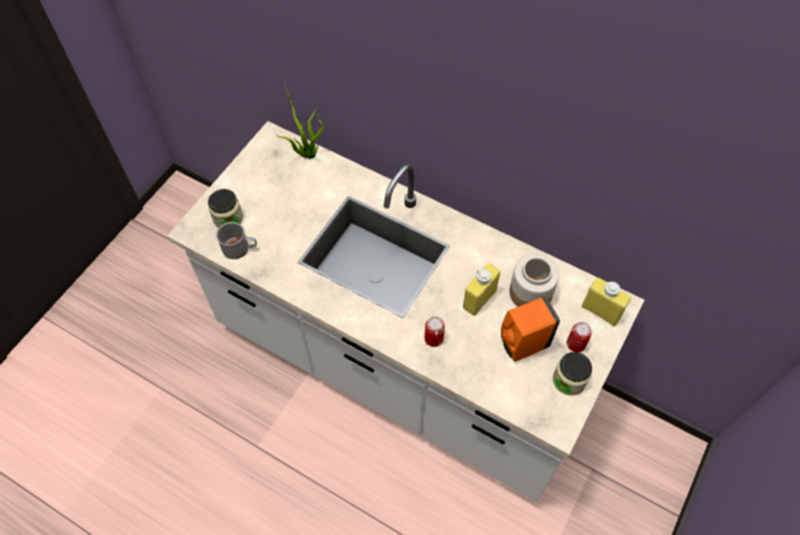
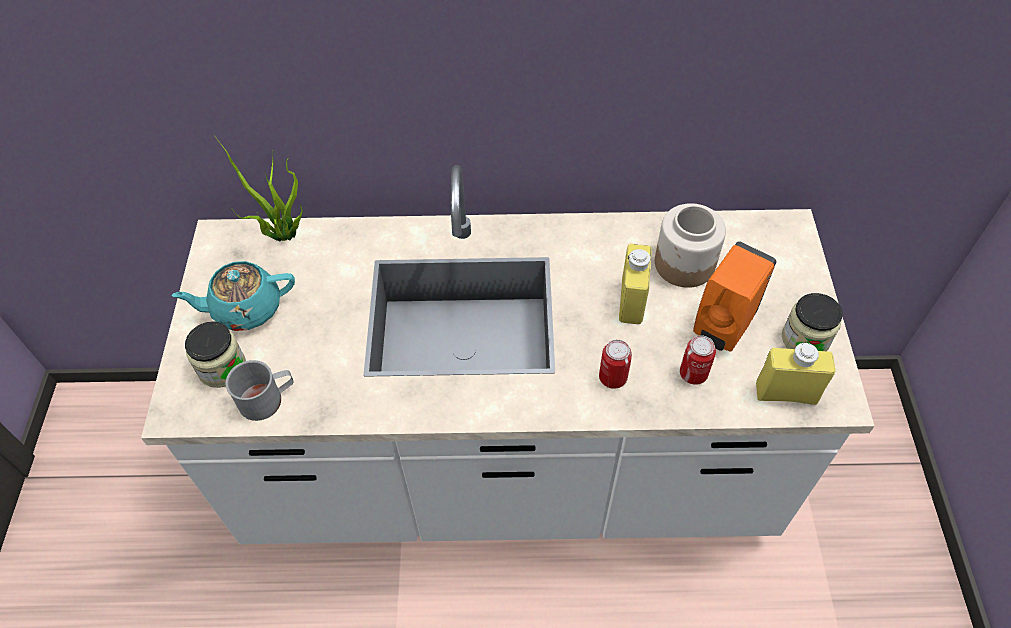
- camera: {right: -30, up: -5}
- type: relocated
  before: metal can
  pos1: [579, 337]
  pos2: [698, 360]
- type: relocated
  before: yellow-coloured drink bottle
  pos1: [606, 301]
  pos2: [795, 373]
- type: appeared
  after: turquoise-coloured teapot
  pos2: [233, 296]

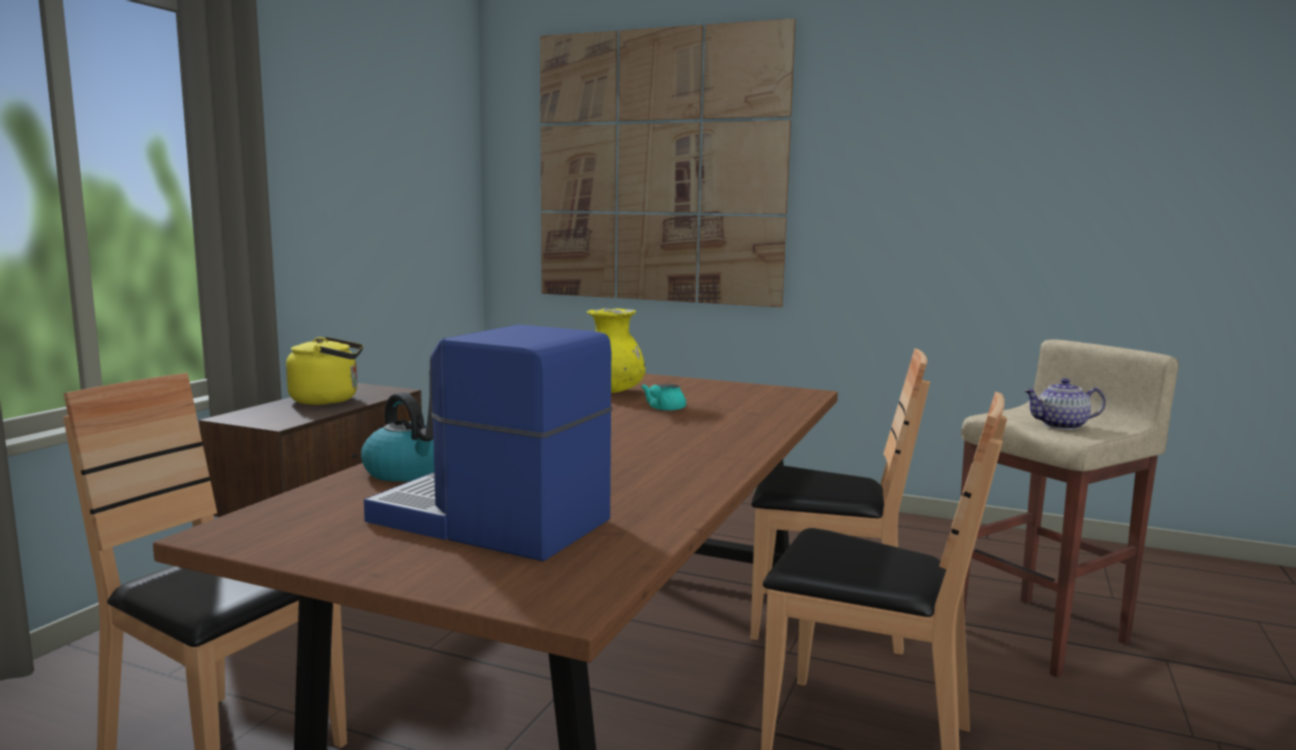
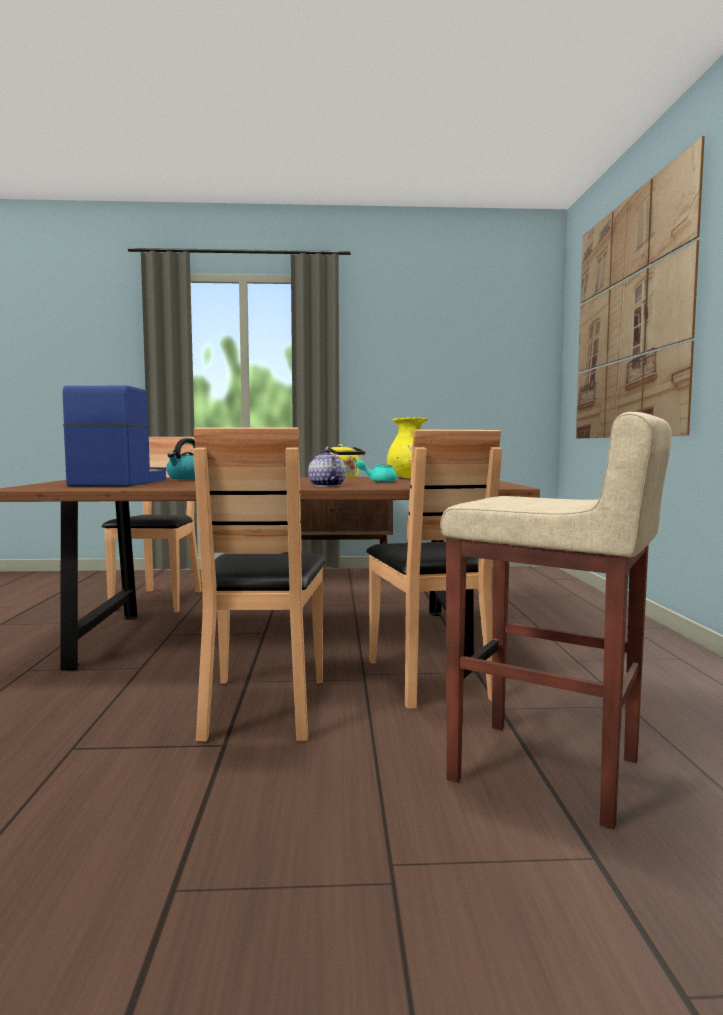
- camera: {right: 65, up: -5}
- type: relocated
  before: teapot
  pos1: [1064, 404]
  pos2: [327, 468]

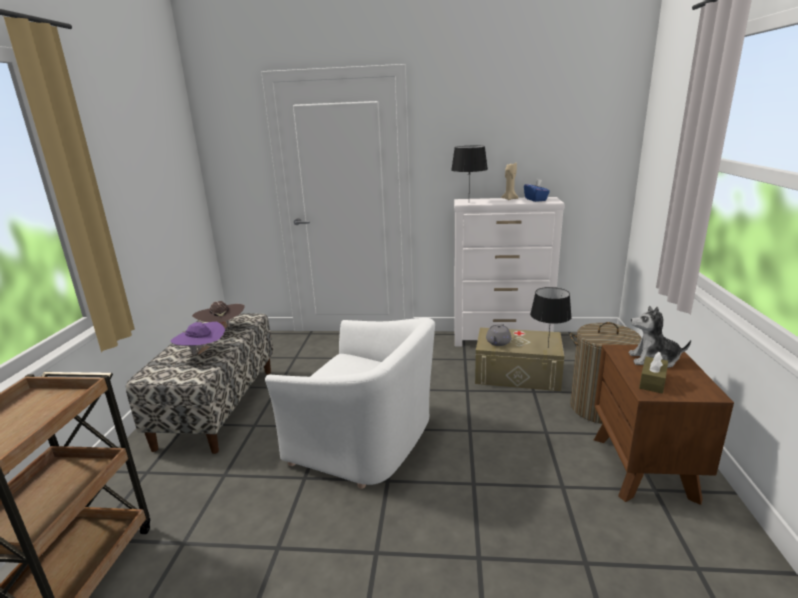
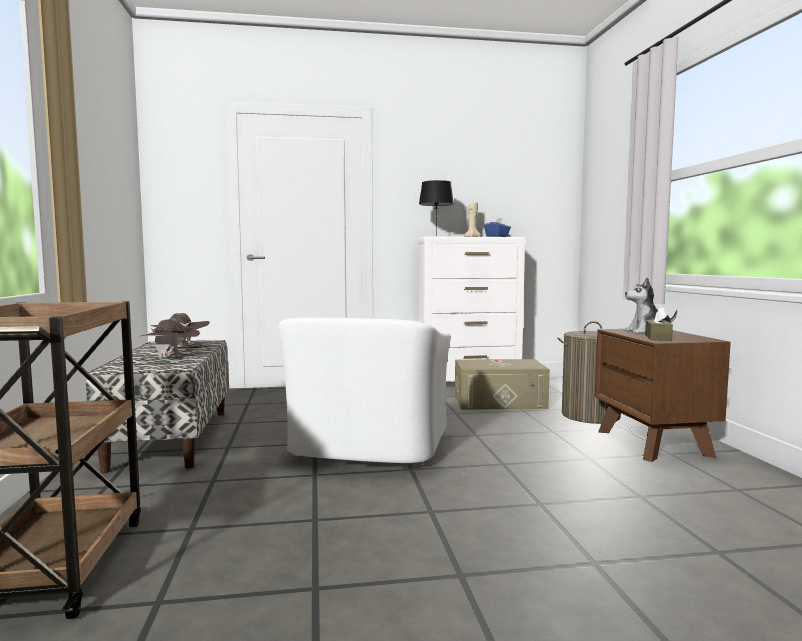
- camera: {right: -15, up: -15}
- type: colour
  before: purplish hat
  after: brownish hat
  pos1: [198, 338]
  pos2: [171, 338]
- type: spun
  before: white-coloured armchair
  pos1: [350, 403]
  pos2: [364, 391]
  turn: 90
- type: missing
  before: gray teapot
  pos1: [498, 335]
- type: missing
  before: black table lamp
  pos1: [551, 316]

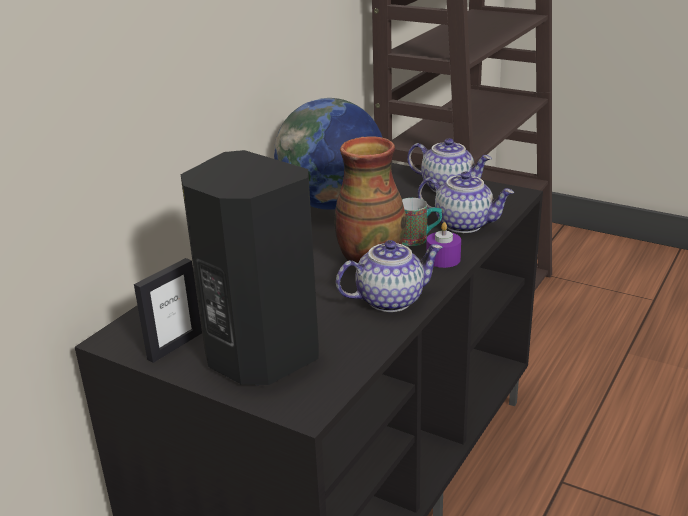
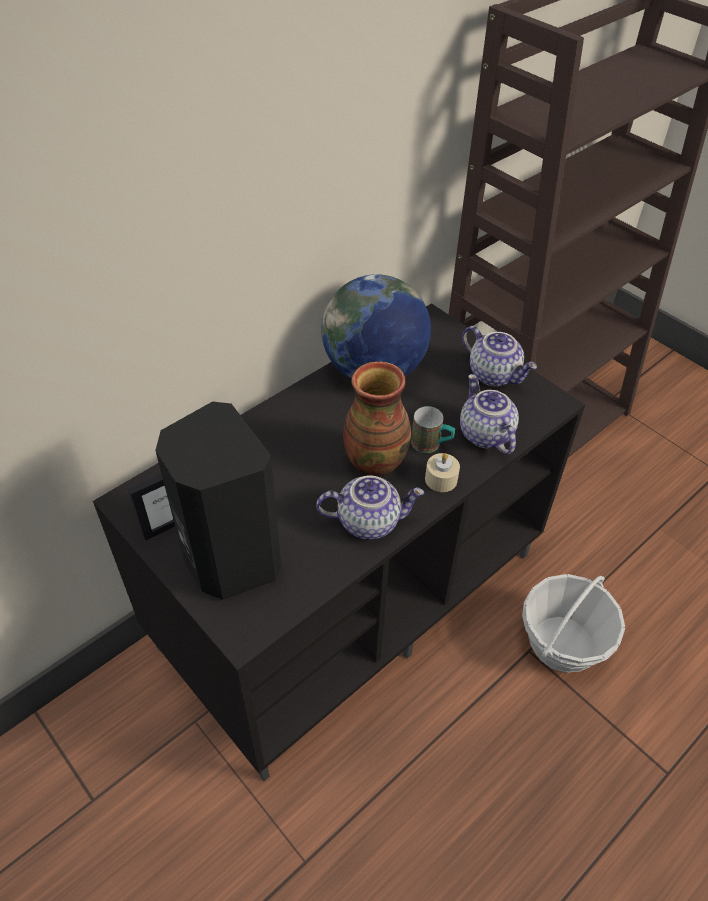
- camera: {right: 15, up: 20}
- type: spun
  before: teapot
  pos1: [466, 202]
  pos2: [489, 414]
  turn: -150
- type: colour
  before: purplish wax candle
  after: beige wax candle
  pos1: [443, 245]
  pos2: [442, 472]
- type: appeared
  after: basket
  pos2: [573, 623]

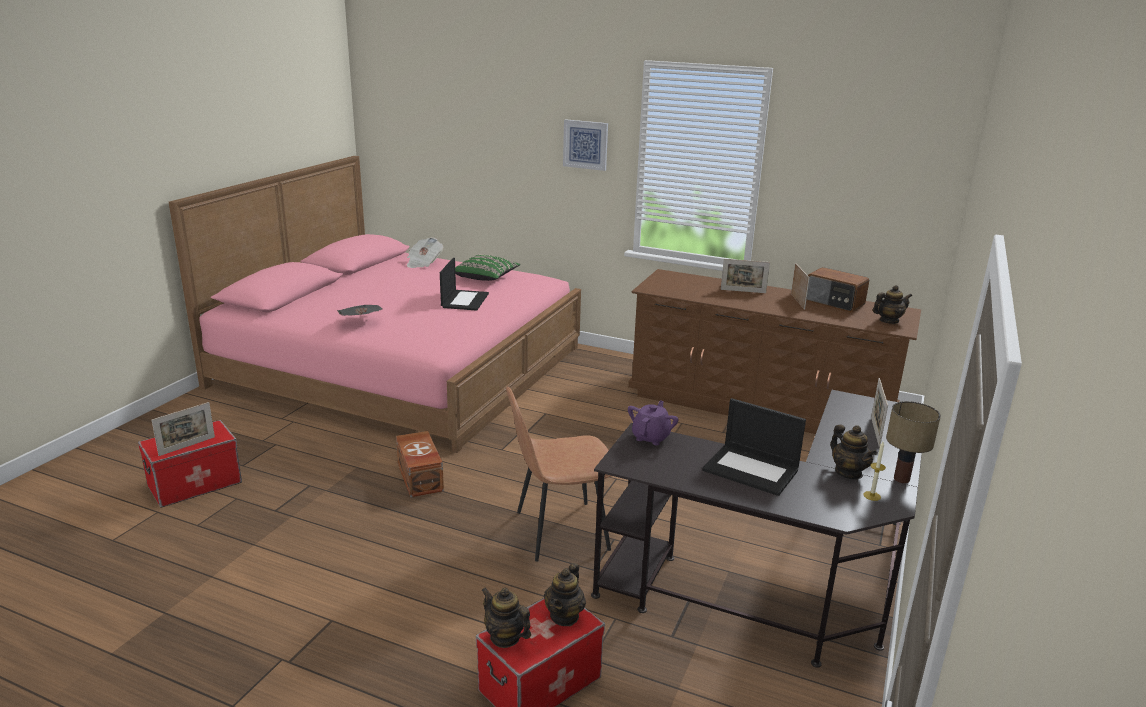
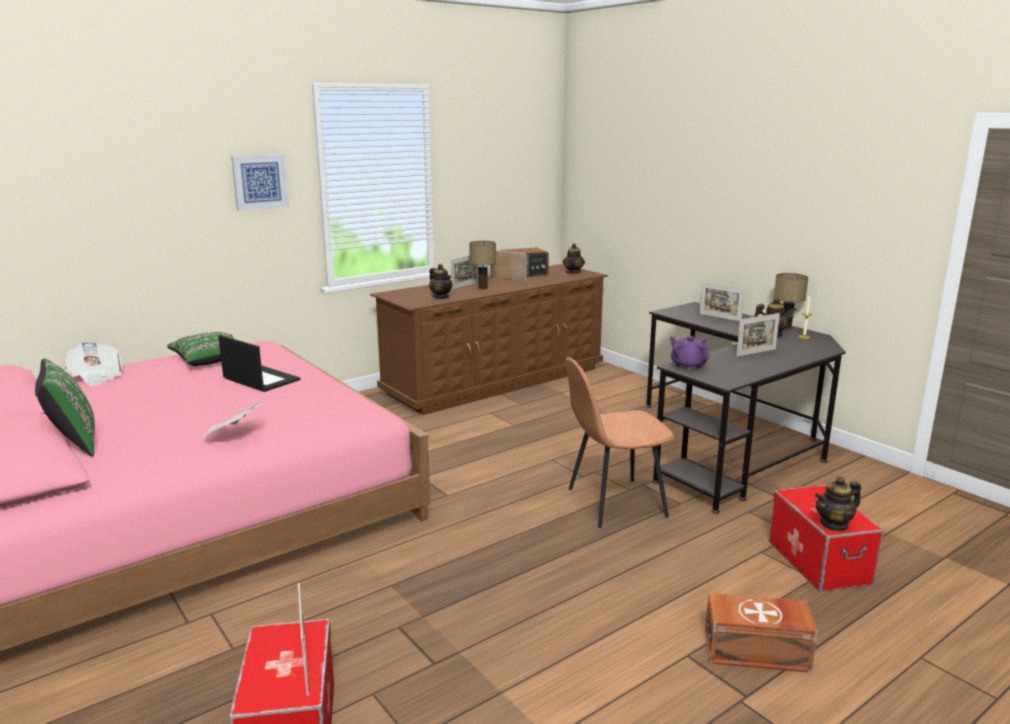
- camera: {right: -60, up: -5}
- type: relocated
  before: brownish storage box
  pos1: [420, 464]
  pos2: [761, 633]
- type: spun
  before: brownish plain chair
  pos1: [558, 473]
  pos2: [619, 442]
  turn: 60
- type: relocated
  before: teapot
  pos1: [565, 594]
  pos2: [441, 281]
- type: exchanged
  before: laptop
  after: standing frame
  pos1: [754, 447]
  pos2: [758, 335]
- type: appeared
  after: green-coloured cushion
  pos2: [65, 407]
- type: appeared
  after: table lamp
  pos2: [482, 265]

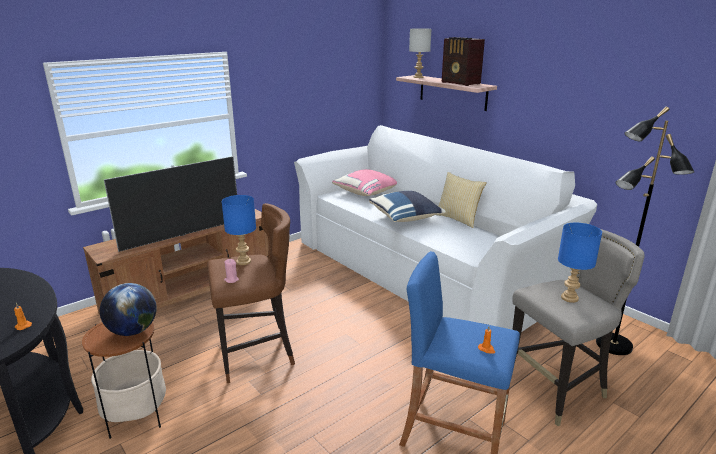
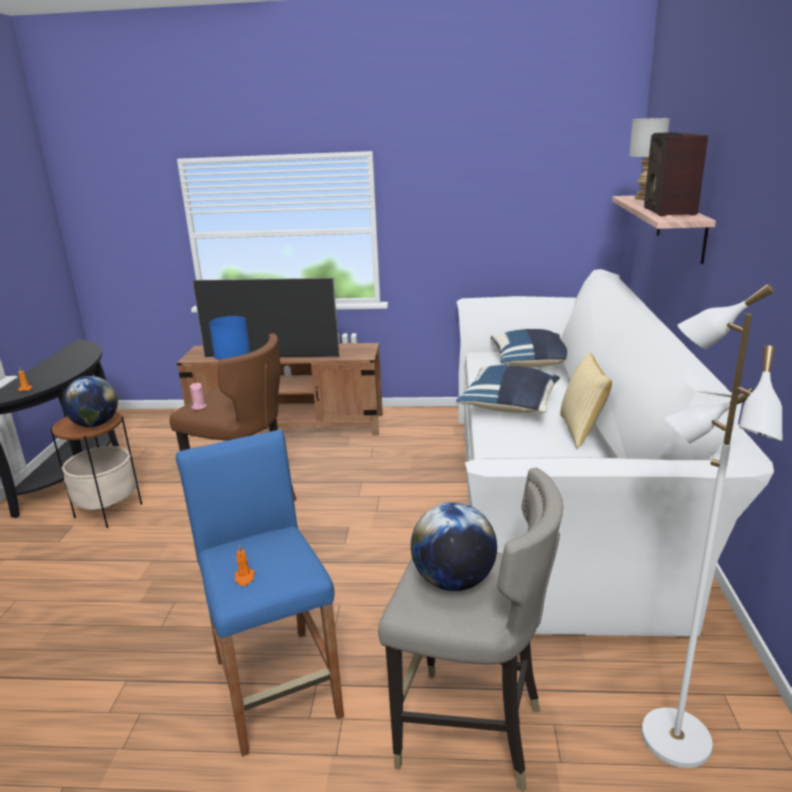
- camera: {right: 45, up: 0}
- type: colour
  before: pink-coloured cushion
  after: blue cushion
  pos1: [364, 182]
  pos2: [528, 348]
- type: exchanged
  before: blue table lamp
  after: world globe
  pos1: [580, 263]
  pos2: [454, 546]
- type: colour
  before: black standing lamp
  after: white-coloured standing lamp
  pos1: [645, 231]
  pos2: [712, 526]

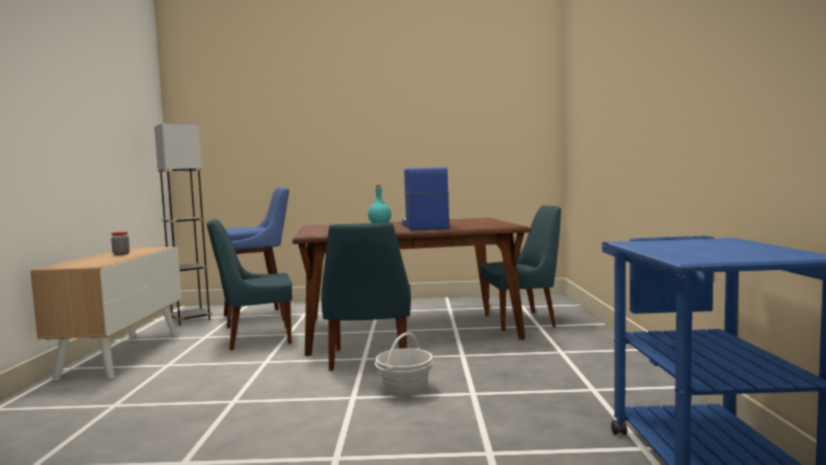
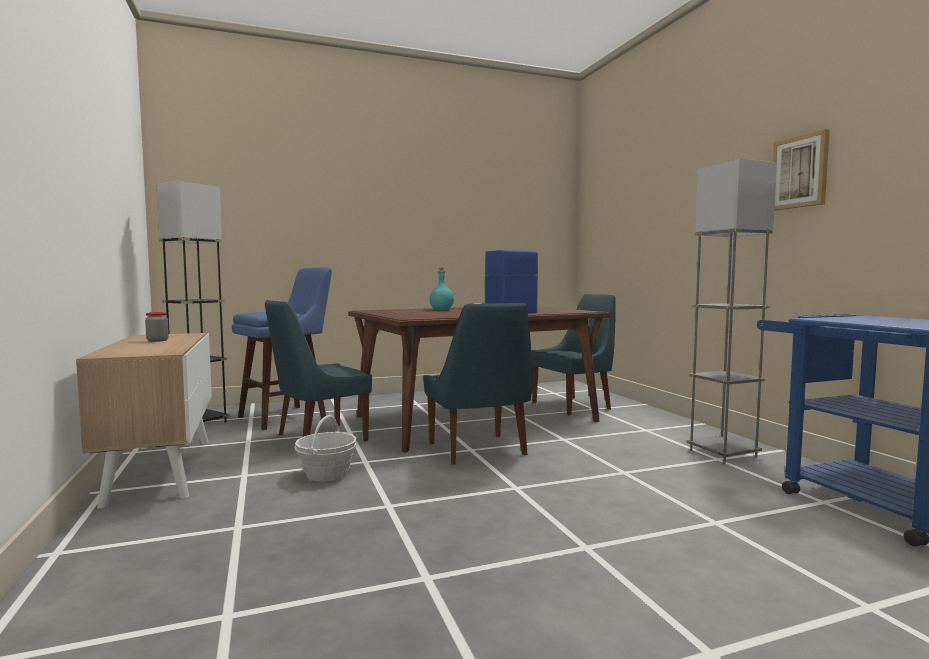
- camera: {right: -20, up: 0}
- type: relocated
  before: basket
  pos1: [404, 364]
  pos2: [326, 448]
- type: appeared
  after: gray standing lamp
  pos2: [732, 311]
- type: appeared
  after: wall art
  pos2: [801, 170]

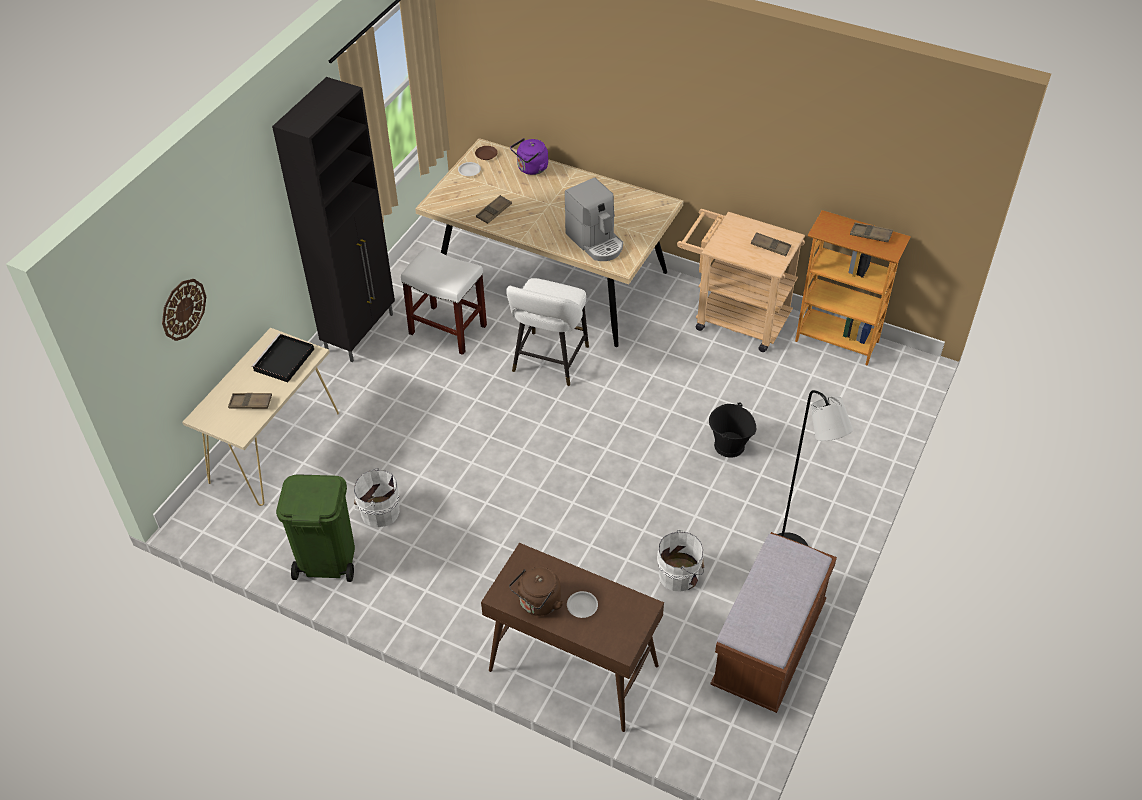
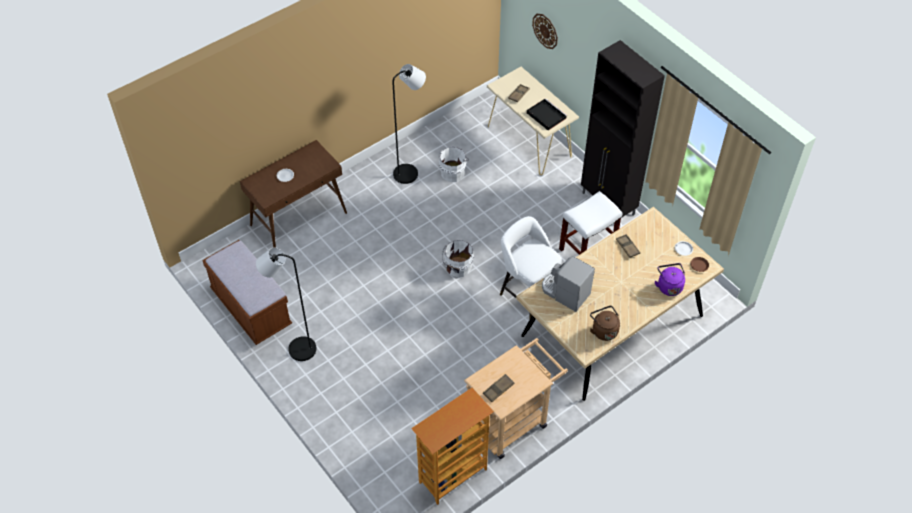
- camera: {right: 115, up: 5}
- type: missing
  before: green-coloured trash can
  pos1: [315, 528]
- type: relocated
  before: brownish water kettle
  pos1: [536, 591]
  pos2: [605, 323]
- type: spun
  before: coffee machine
  pos1: [594, 219]
  pos2: [568, 284]
  turn: 45
- type: relocated
  before: white-coloured water bucket
  pos1: [680, 560]
  pos2: [458, 258]
- type: missing
  before: black water bucket
  pos1: [732, 430]
- type: missing
  before: brownish serving tray
  pos1: [871, 232]
- type: appeared
  after: black standing lamp
  pos2: [409, 124]

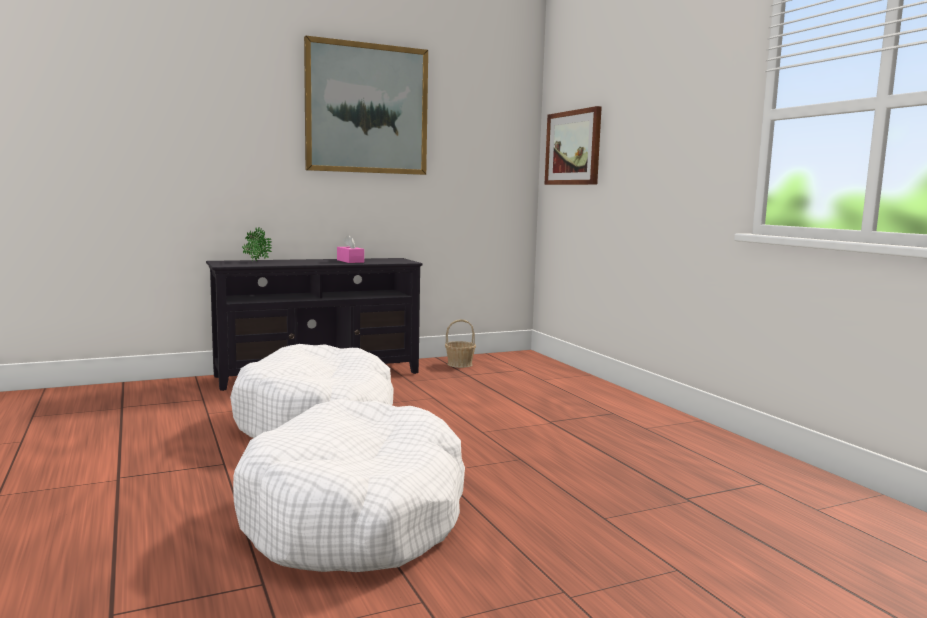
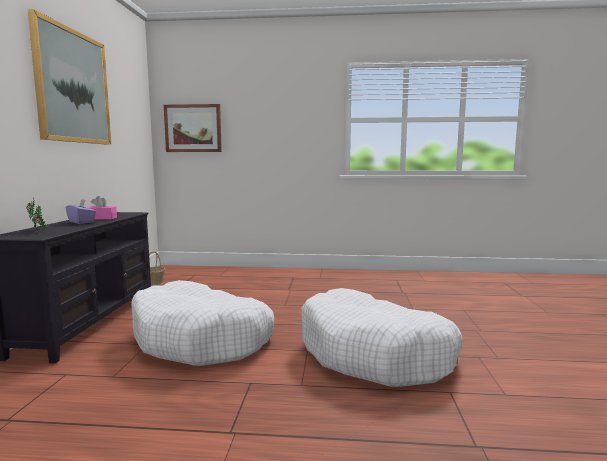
- camera: {right: -60, up: 0}
- type: appeared
  after: purplish box of tissues
  pos2: [81, 211]

